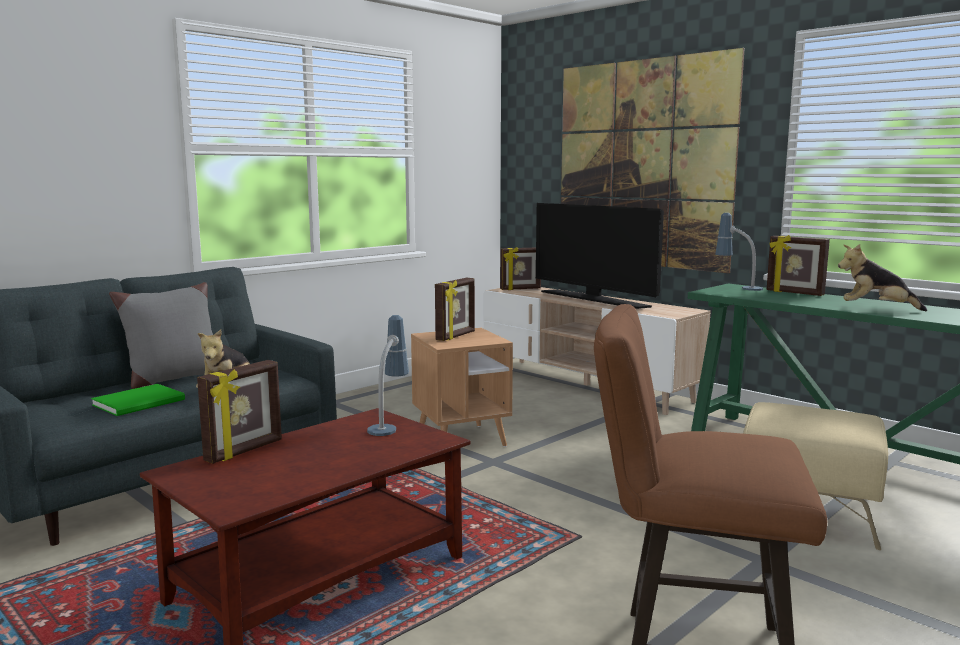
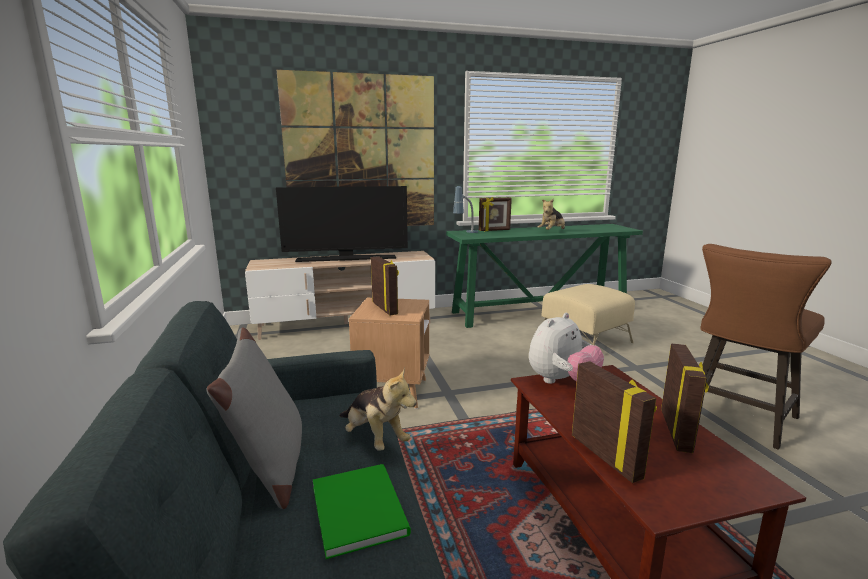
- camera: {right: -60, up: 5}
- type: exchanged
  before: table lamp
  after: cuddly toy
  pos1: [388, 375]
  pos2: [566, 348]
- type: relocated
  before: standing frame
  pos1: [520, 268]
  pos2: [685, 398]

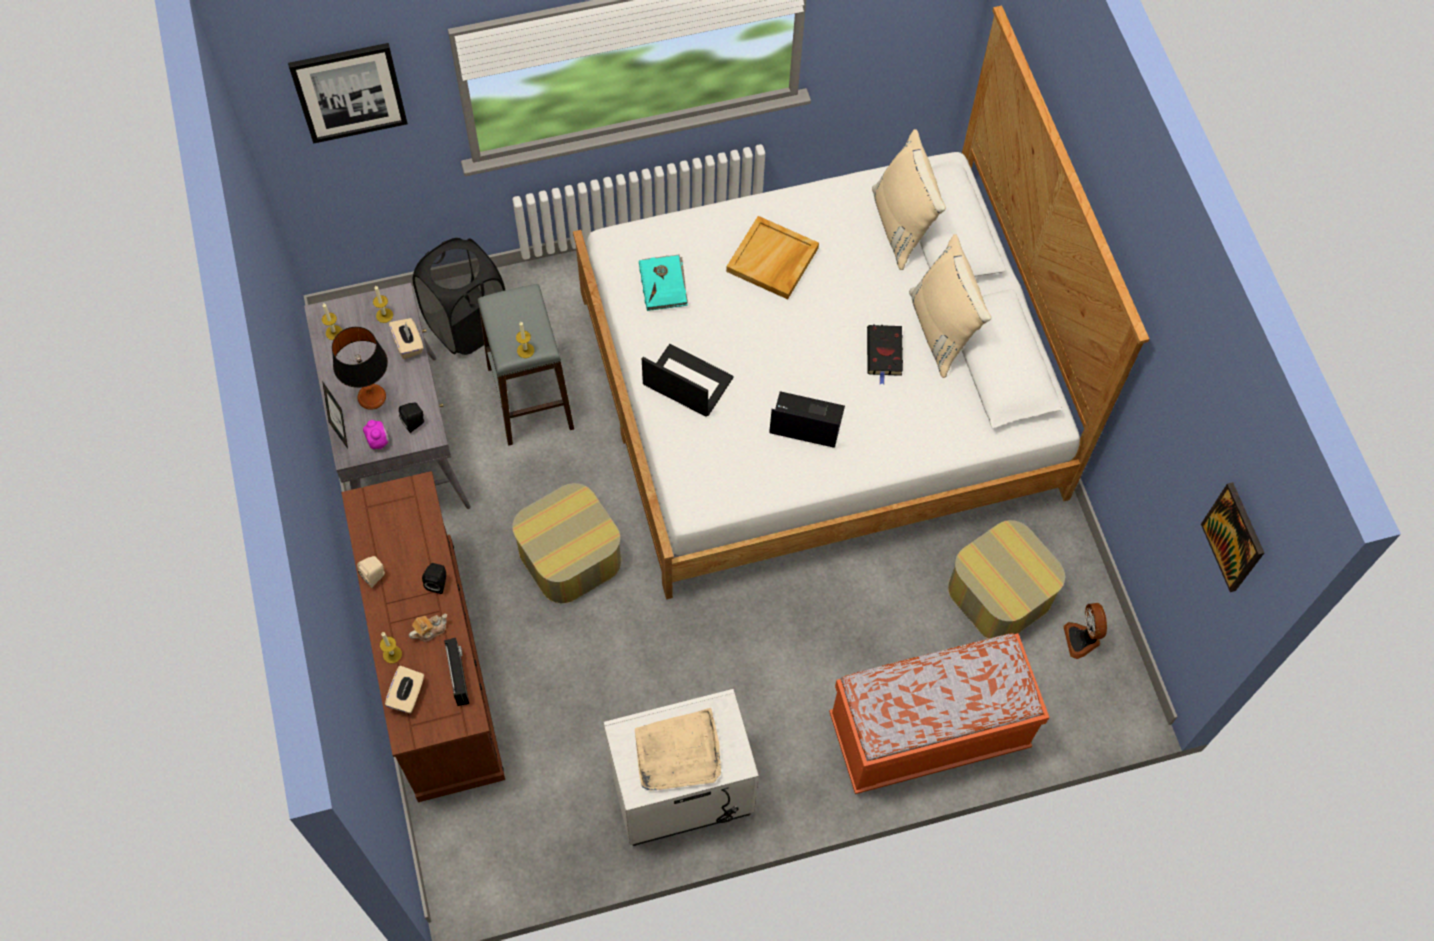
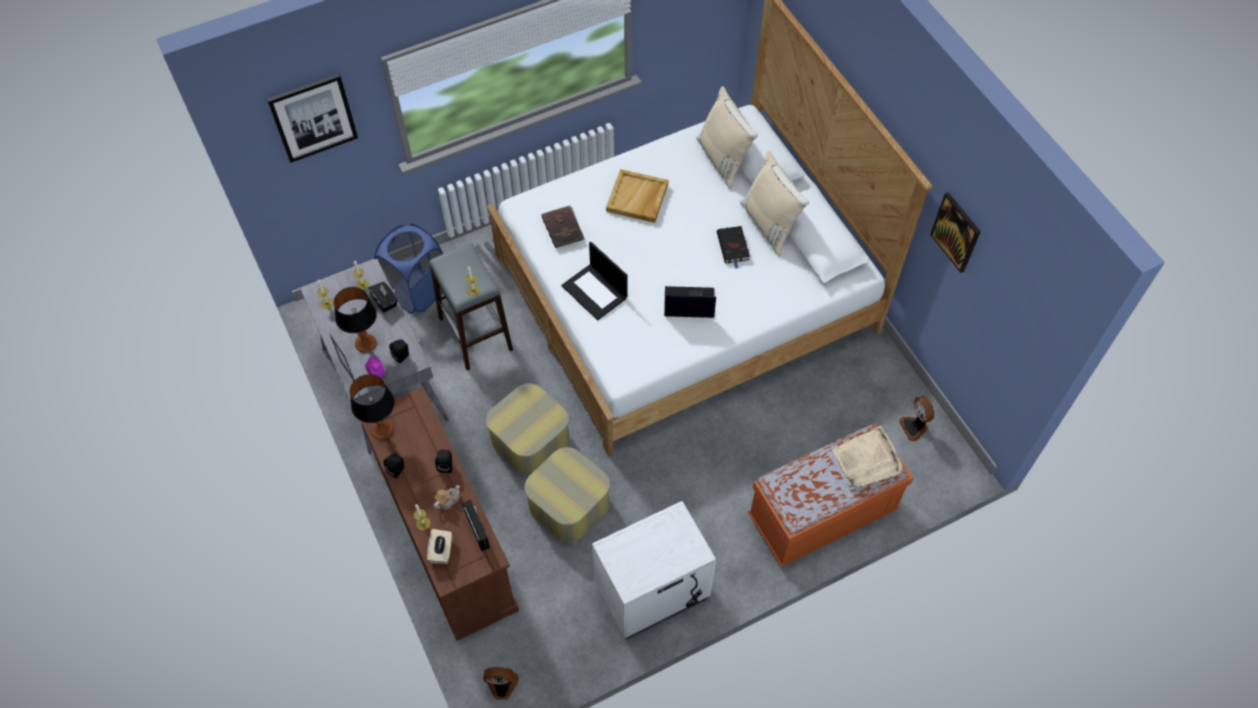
- camera: {right: -10, up: -5}
- type: colour
  before: beige audio speaker
  after: black audio speaker
  pos1: [371, 572]
  pos2: [394, 466]
- type: colour
  before: beige box of tissues
  after: black box of tissues
  pos1: [406, 338]
  pos2: [383, 297]
- type: colour
  before: black hamper
  after: blue hamper
  pos1: [458, 296]
  pos2: [408, 269]
- type: relocated
  before: beige serving tray
  pos1: [678, 749]
  pos2: [867, 457]
- type: colour
  before: turquoise-coloured bound book
  after: brownish bound book
  pos1: [663, 282]
  pos2: [563, 226]
- type: spun
  before: laptop
  pos1: [688, 380]
  pos2: [594, 280]
  turn: -150
- type: relocated
  before: footrest
  pos1: [1006, 579]
  pos2: [567, 494]
- type: relocated
  before: wall art
  pos1: [1232, 537]
  pos2: [955, 232]
- type: appeared
  after: table lamp
  pos2: [372, 407]
- type: appeared
  after: fan
  pos2: [501, 683]

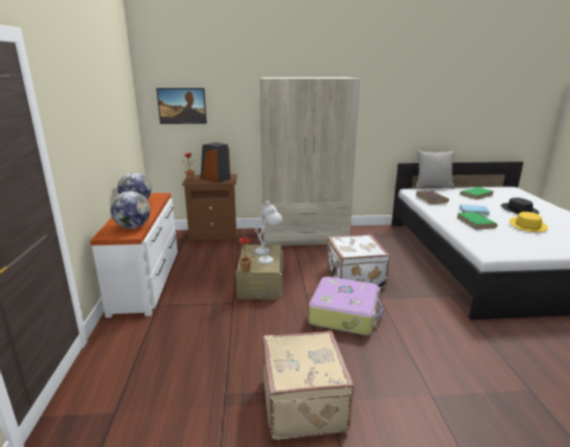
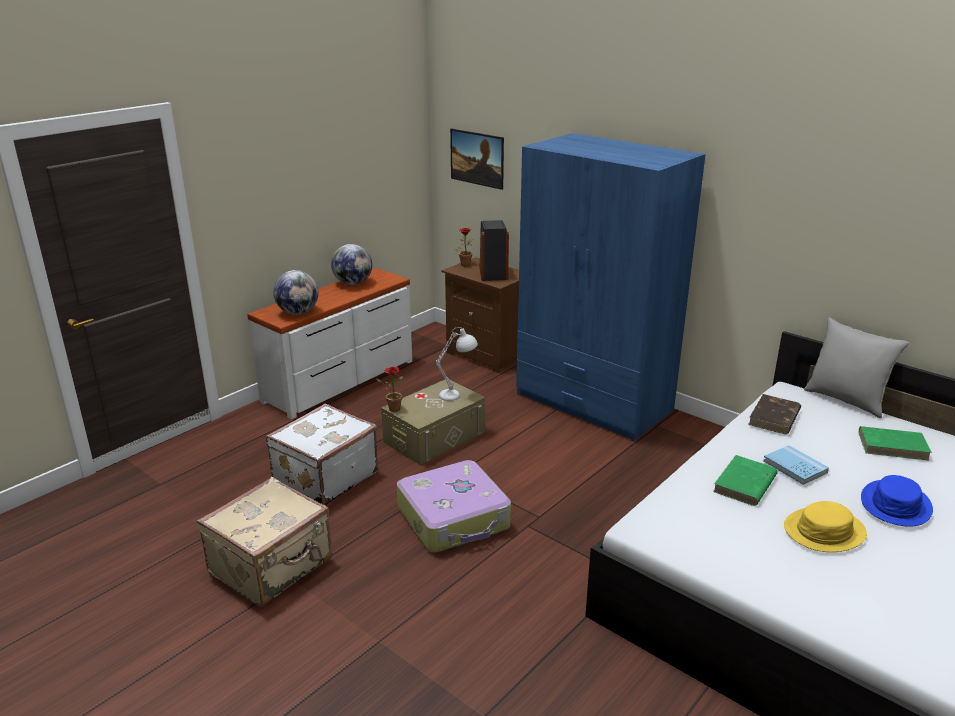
- camera: {right: 45, up: 5}
- type: missing
  before: white-coloured table lamp
  pos1: [270, 235]
- type: colour
  before: beige wardrobe
  after: blue wardrobe
  pos1: [310, 161]
  pos2: [610, 287]
- type: relocated
  before: white-coloured suitcase
  pos1: [358, 261]
  pos2: [322, 454]
- type: colour
  before: black hat
  after: blue hat
  pos1: [520, 206]
  pos2: [897, 501]

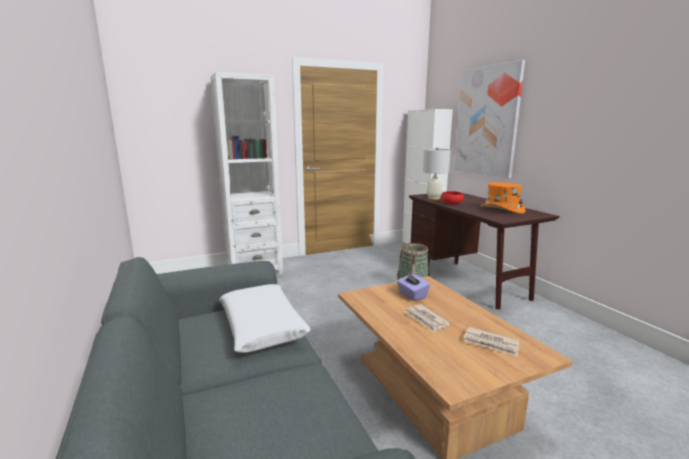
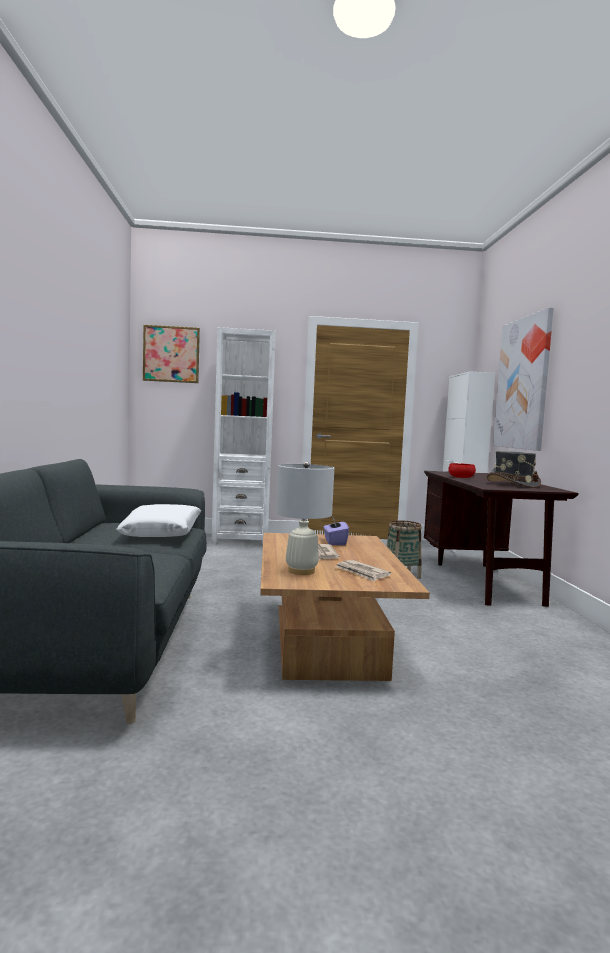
- camera: {right: 20, up: -10}
- type: relocated
  before: white-coloured table lamp
  pos1: [437, 173]
  pos2: [305, 518]
- type: colour
  before: orange-coloured hat
  after: gray hat
  pos1: [503, 198]
  pos2: [514, 469]
- type: appeared
  after: wall art
  pos2: [171, 354]

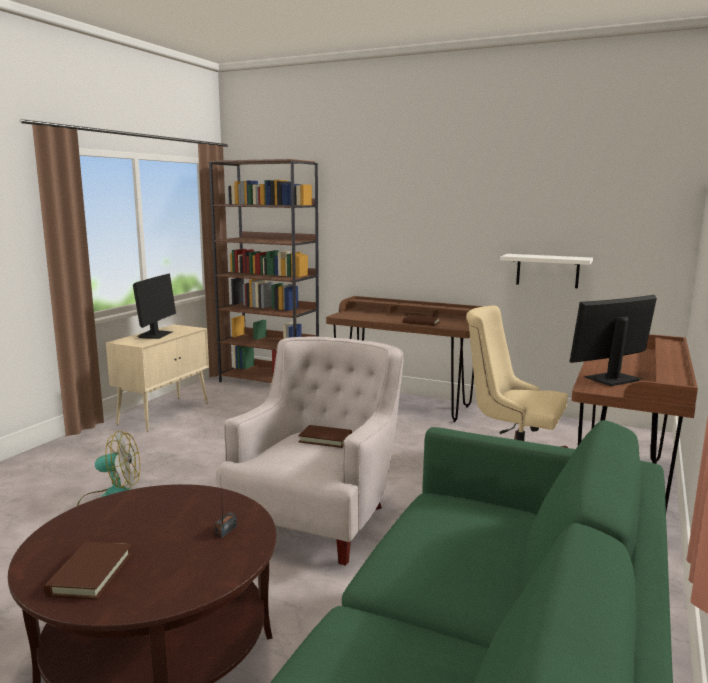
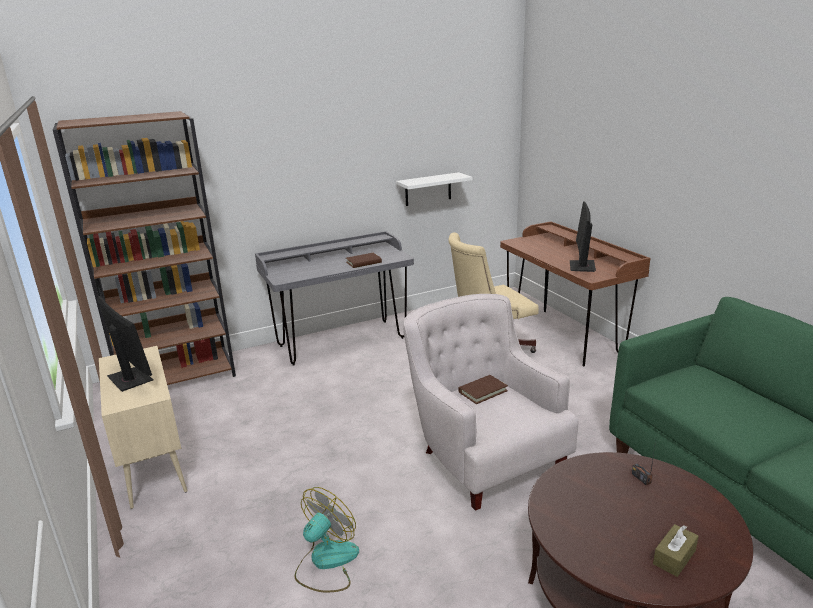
- camera: {right: -50, up: 10}
- type: exchanged
  before: brownish bound book
  after: brownish box of tissues
  pos1: [87, 571]
  pos2: [676, 550]
- type: colour
  before: brownish desk
  after: gray desk
  pos1: [405, 359]
  pos2: [334, 298]

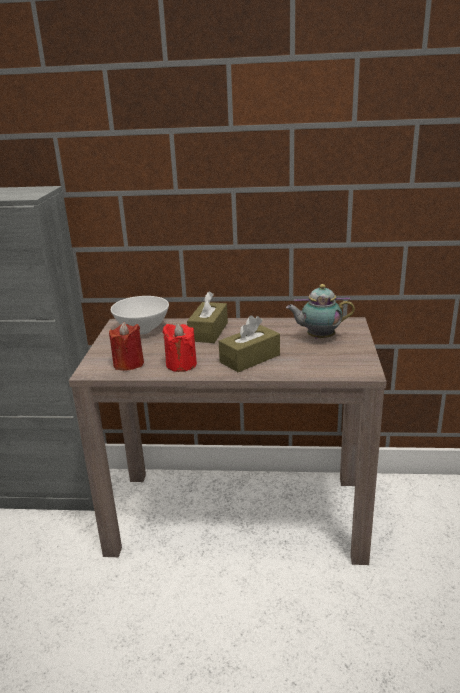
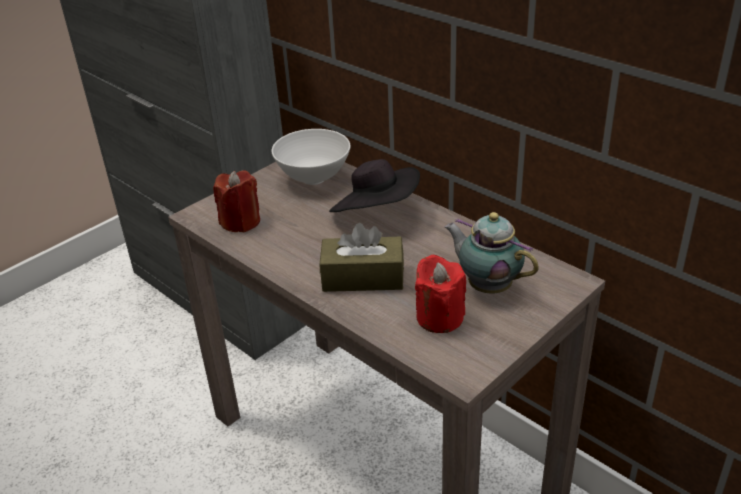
- camera: {right: 40, up: 10}
- type: relocated
  before: red-coloured wax candle
  pos1: [180, 348]
  pos2: [440, 293]
- type: exchanged
  before: brownish box of tissues
  after: black hat
  pos1: [207, 317]
  pos2: [374, 185]

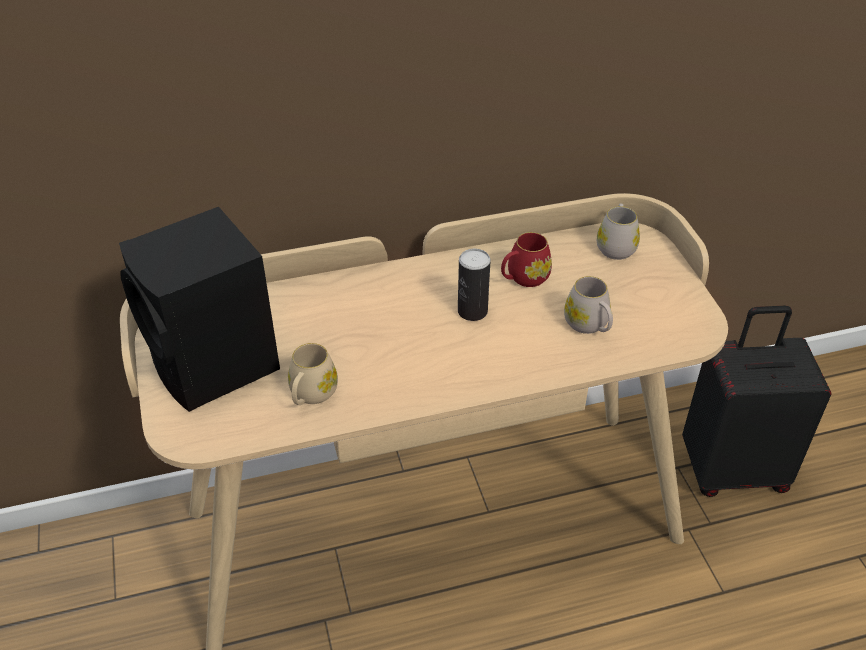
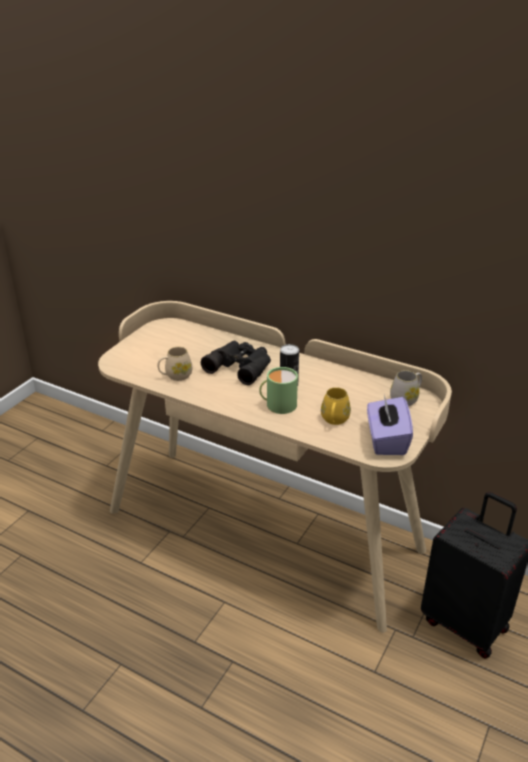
- camera: {right: 45, up: -10}
- type: missing
  before: black audio speaker
  pos1: [199, 309]
- type: missing
  before: red-coloured coffee mug
  pos1: [526, 259]
- type: colour
  before: white-coloured coffee mug
  after: yellow-coloured coffee mug
  pos1: [588, 305]
  pos2: [336, 406]
- type: appeared
  after: black field glasses
  pos2: [236, 363]
- type: appeared
  after: green-coloured coffee mug
  pos2: [278, 390]
- type: appeared
  after: purplish box of tissues
  pos2: [390, 425]

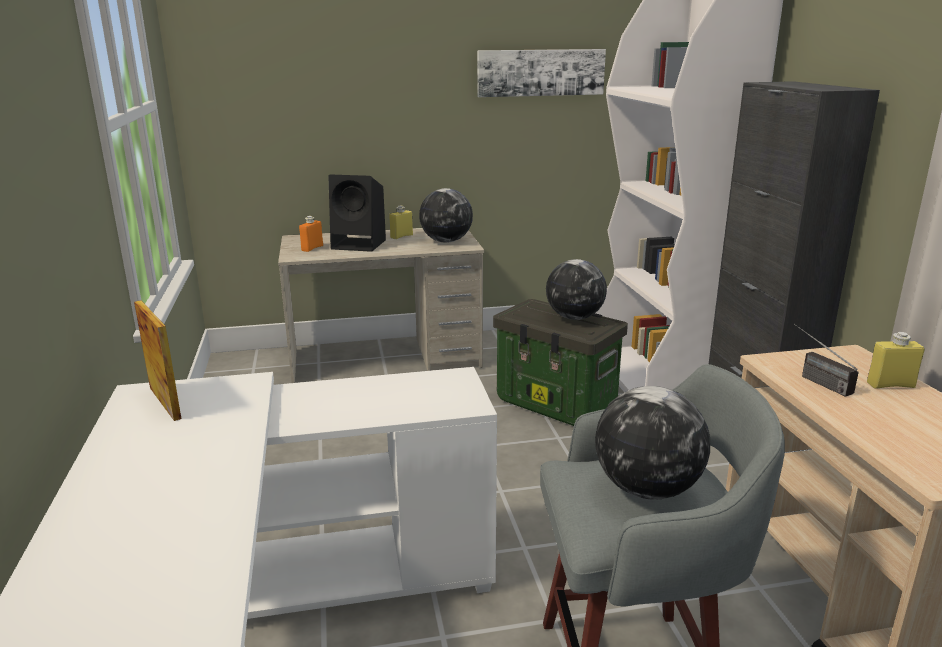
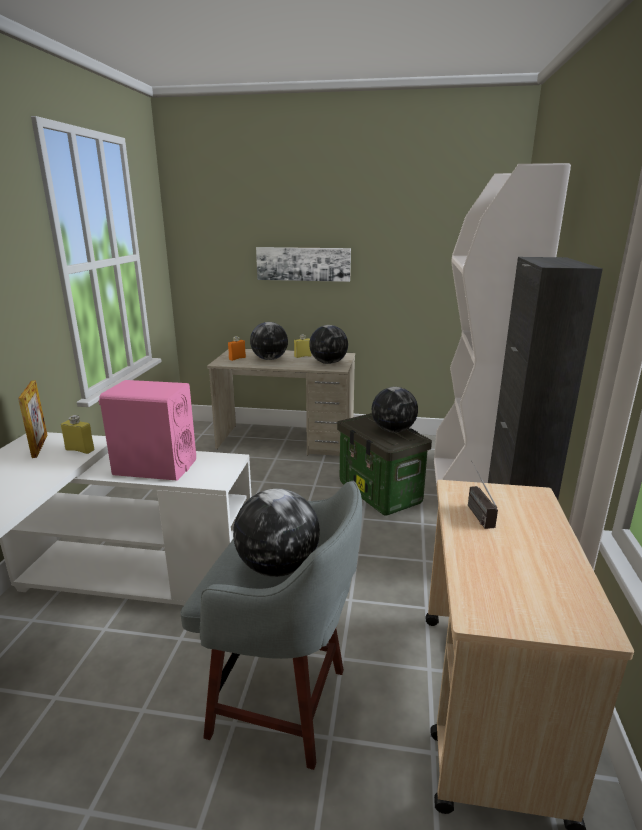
- camera: {right: 20, up: 0}
- type: exchanged
  before: black audio speaker
  after: world globe
  pos1: [357, 213]
  pos2: [269, 341]
- type: relocated
  before: wall art
  pos1: [541, 73]
  pos2: [303, 264]
- type: relocated
  before: yellow-coloured drink bottle
  pos1: [896, 360]
  pos2: [77, 434]
- type: appeared
  after: pink-coloured audio speaker
  pos2: [147, 430]

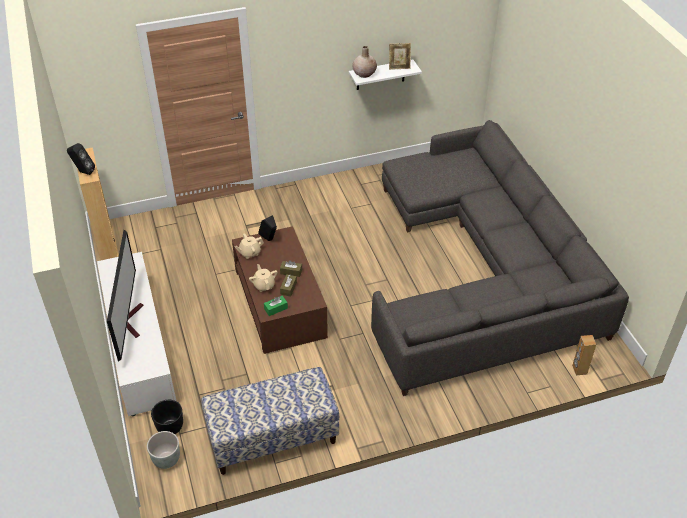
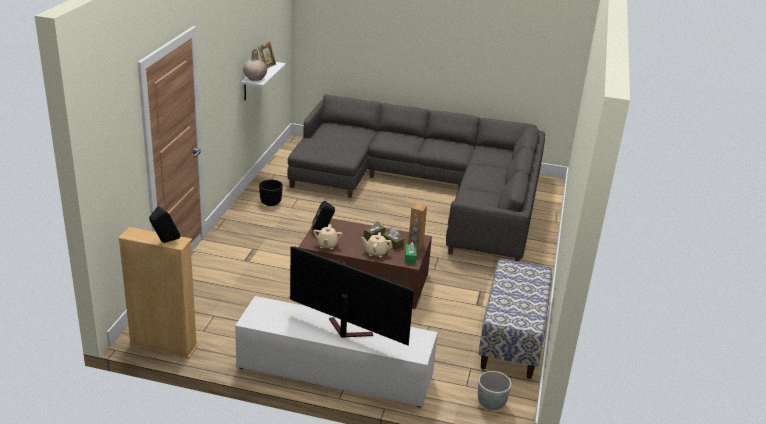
- camera: {right: -60, up: -15}
- type: relocated
  before: black planter
  pos1: [167, 417]
  pos2: [271, 192]
- type: relocated
  before: brownish audio speaker
  pos1: [584, 355]
  pos2: [417, 226]

